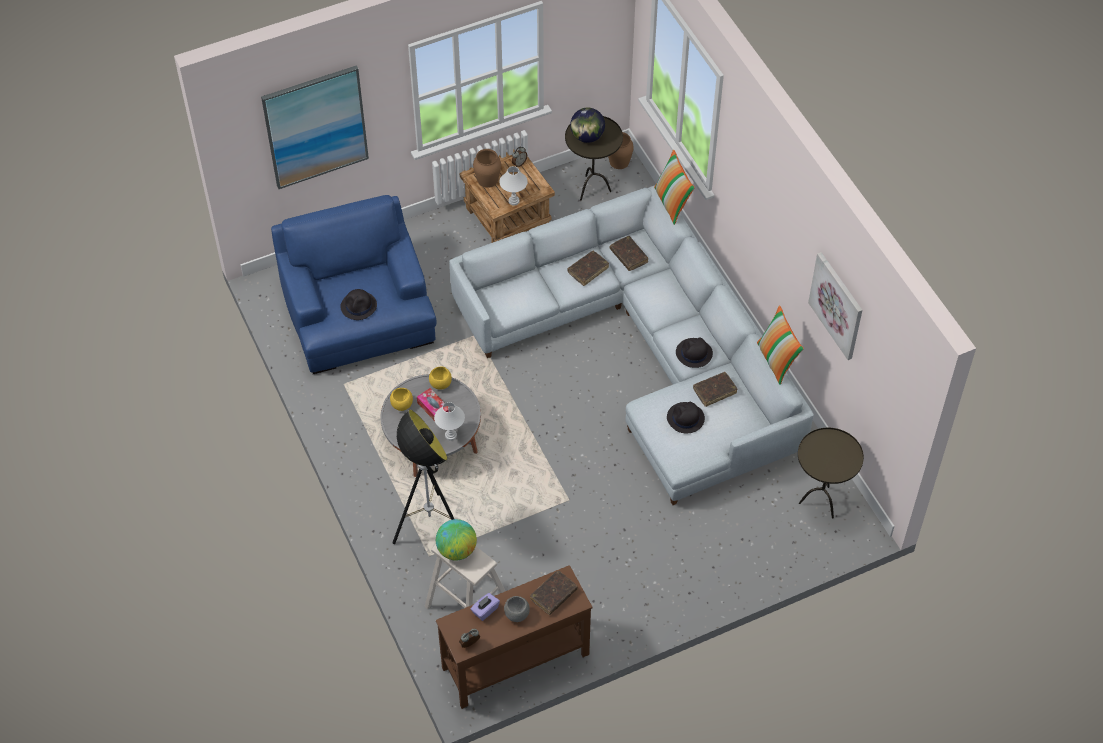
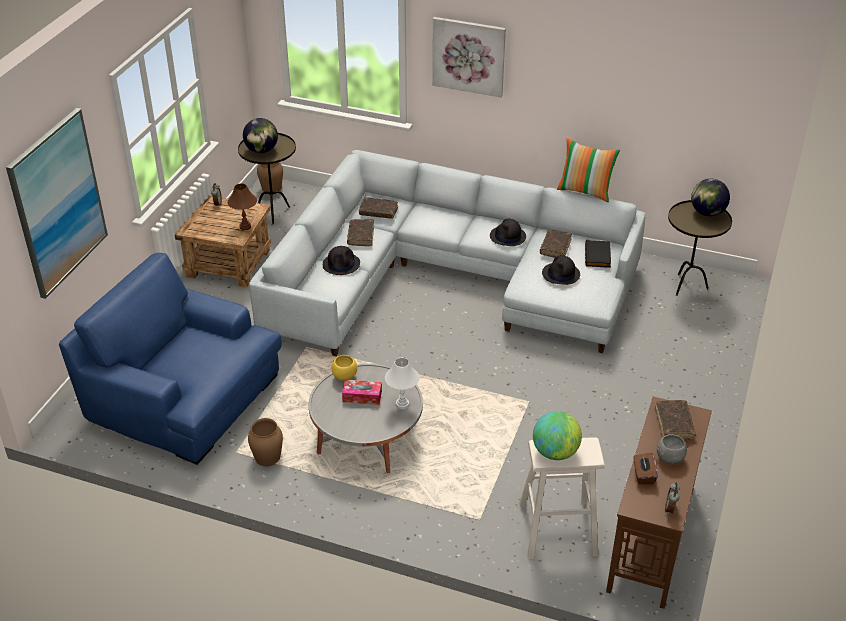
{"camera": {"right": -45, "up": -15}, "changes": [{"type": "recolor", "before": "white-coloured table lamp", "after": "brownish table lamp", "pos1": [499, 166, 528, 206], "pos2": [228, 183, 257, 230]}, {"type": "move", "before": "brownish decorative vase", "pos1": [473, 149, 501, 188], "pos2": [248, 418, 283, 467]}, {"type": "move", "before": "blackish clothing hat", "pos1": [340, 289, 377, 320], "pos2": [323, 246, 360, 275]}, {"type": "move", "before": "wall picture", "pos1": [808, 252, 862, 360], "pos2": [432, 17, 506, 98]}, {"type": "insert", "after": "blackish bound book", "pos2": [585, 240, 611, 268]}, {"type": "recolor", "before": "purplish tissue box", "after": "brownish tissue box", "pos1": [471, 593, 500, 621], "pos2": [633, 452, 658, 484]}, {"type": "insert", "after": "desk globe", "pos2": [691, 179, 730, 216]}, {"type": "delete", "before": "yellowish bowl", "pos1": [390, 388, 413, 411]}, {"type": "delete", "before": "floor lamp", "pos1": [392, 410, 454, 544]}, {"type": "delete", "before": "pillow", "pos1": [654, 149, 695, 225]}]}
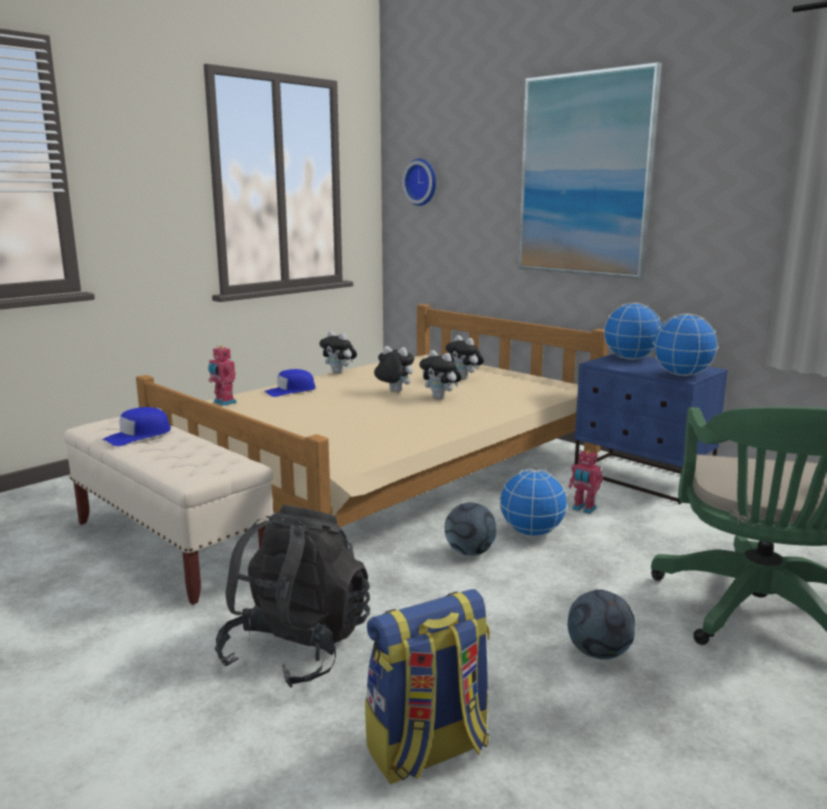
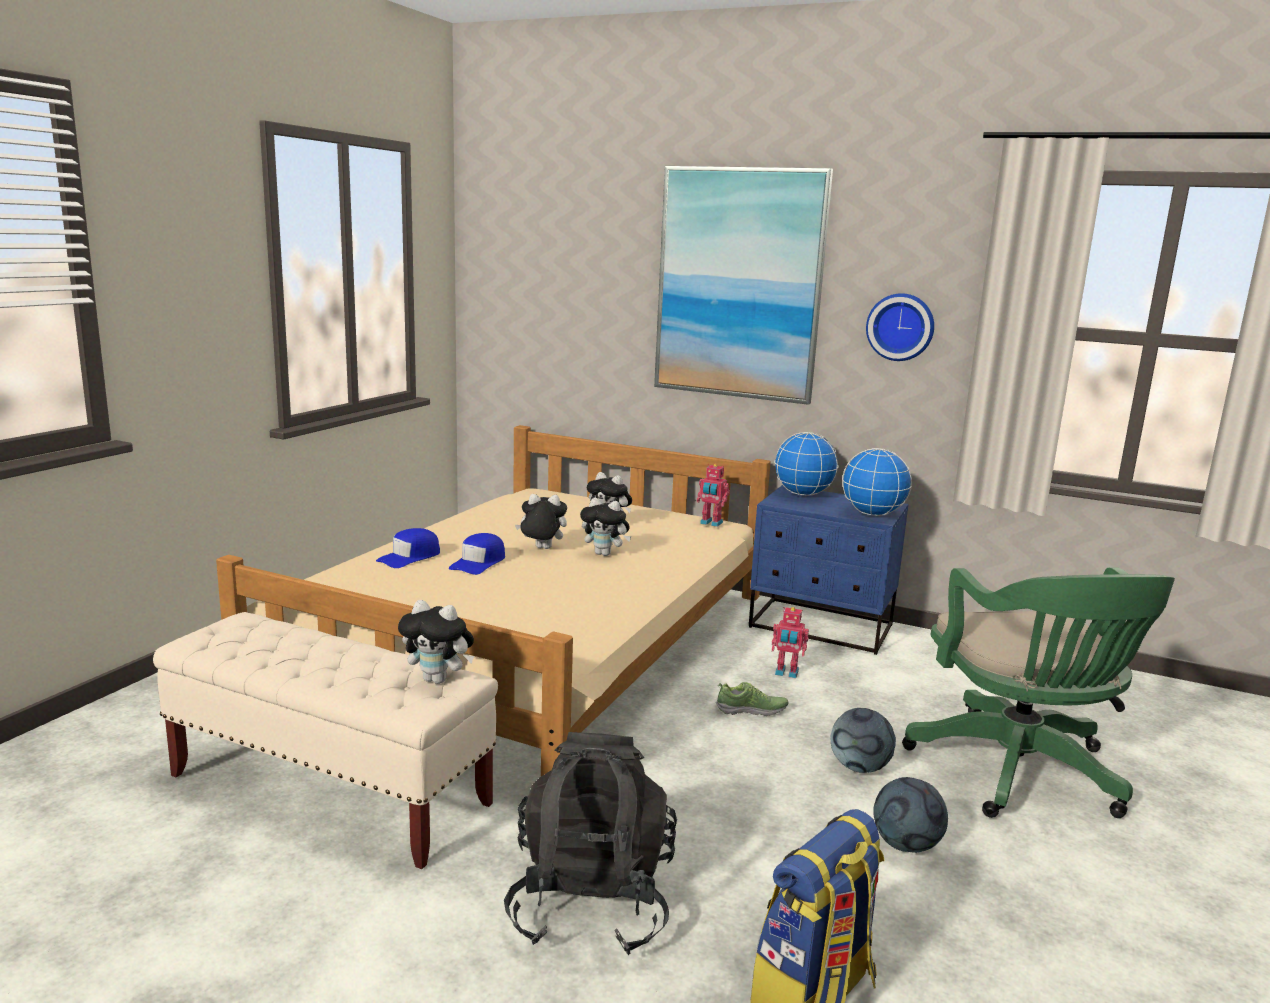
{"camera": {"right": -20, "up": 0}, "changes": [{"type": "move", "before": "plush toy", "pos1": [319, 331, 357, 374], "pos2": [398, 600, 474, 684]}, {"type": "move", "before": "bluish peaked cap", "pos1": [102, 407, 171, 446], "pos2": [449, 533, 505, 575]}, {"type": "move", "before": "model robot", "pos1": [208, 345, 237, 406], "pos2": [697, 464, 730, 527]}, {"type": "replace", "before": "desk globe", "after": "shoe", "pos1": [499, 468, 568, 537], "pos2": [716, 682, 788, 716]}, {"type": "move", "before": "ball for football", "pos1": [445, 502, 496, 556], "pos2": [830, 708, 896, 773]}, {"type": "move", "before": "hanging clock", "pos1": [402, 159, 436, 206], "pos2": [866, 293, 934, 361]}]}
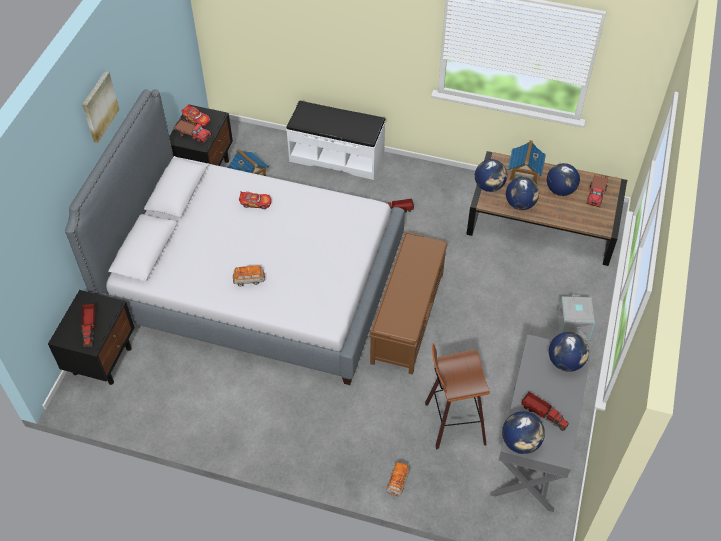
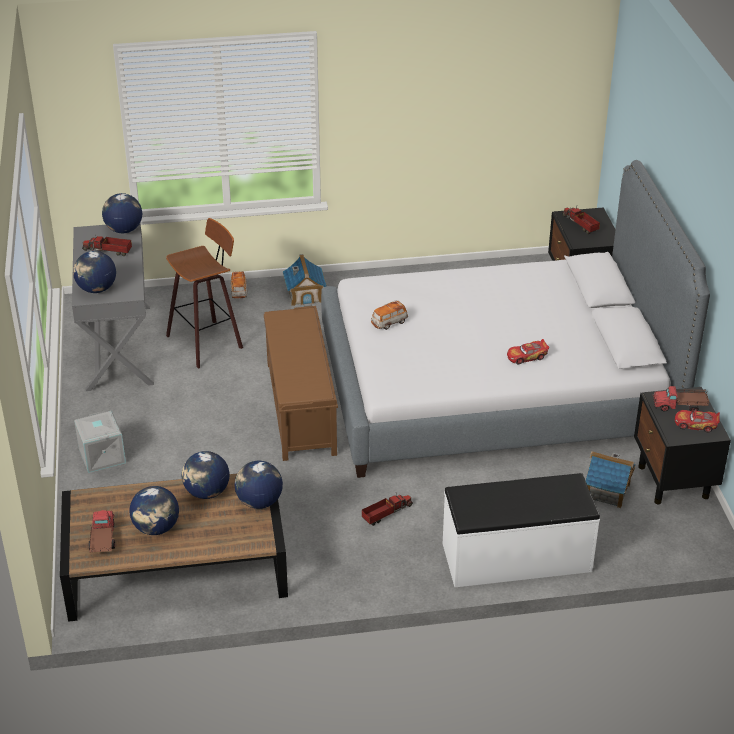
{"camera": {"right": 155, "up": -15}, "changes": [{"type": "move", "before": "toy house", "pos1": [508, 140, 546, 185], "pos2": [283, 254, 327, 307]}, {"type": "move", "before": "toy car", "pos1": [233, 265, 265, 286], "pos2": [371, 300, 408, 330]}, {"type": "delete", "before": "wall picture", "pos1": [82, 71, 119, 143]}]}
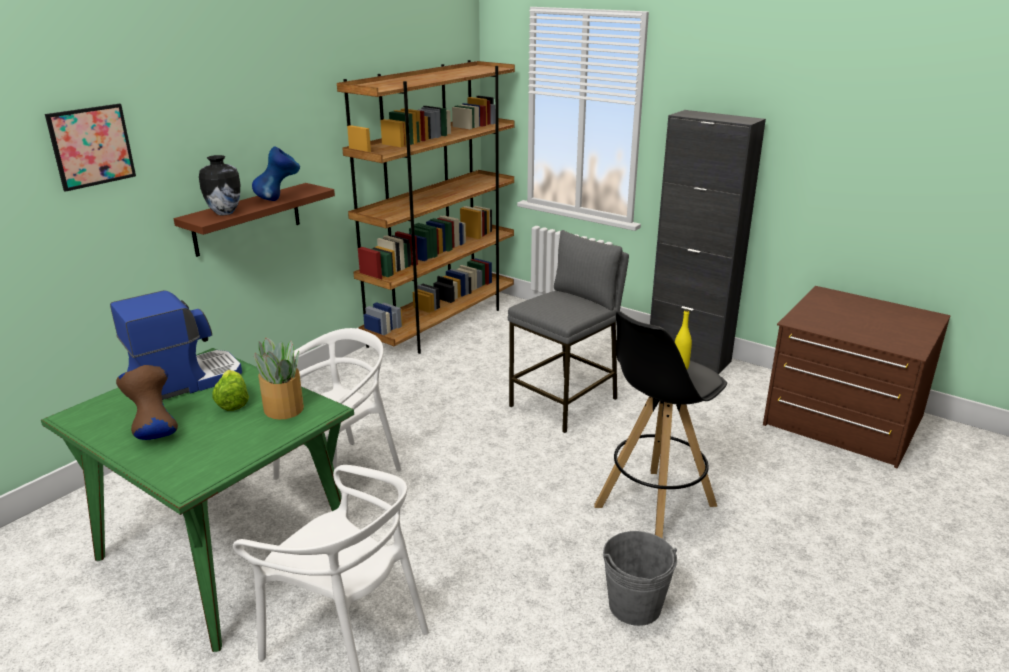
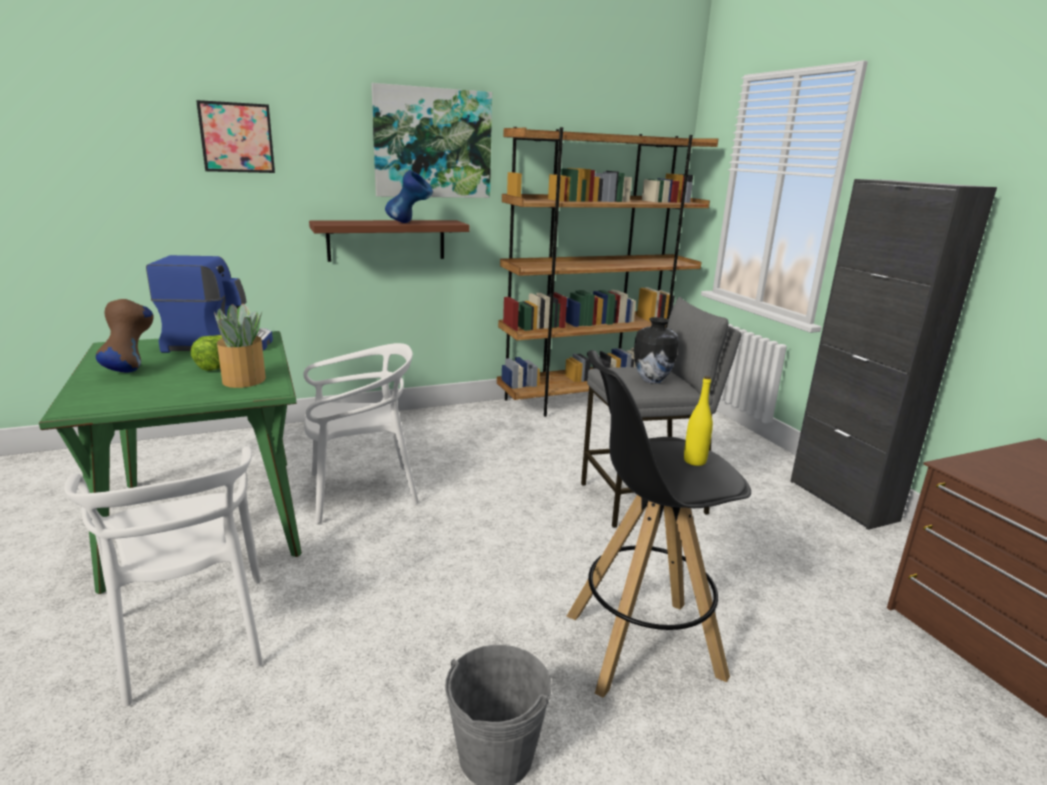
{"camera": {"right": 30, "up": -5}, "changes": [{"type": "insert", "after": "wall picture", "pos2": [371, 83, 492, 198]}, {"type": "move", "before": "decorative vase", "pos1": [199, 155, 240, 215], "pos2": [634, 317, 678, 384]}]}
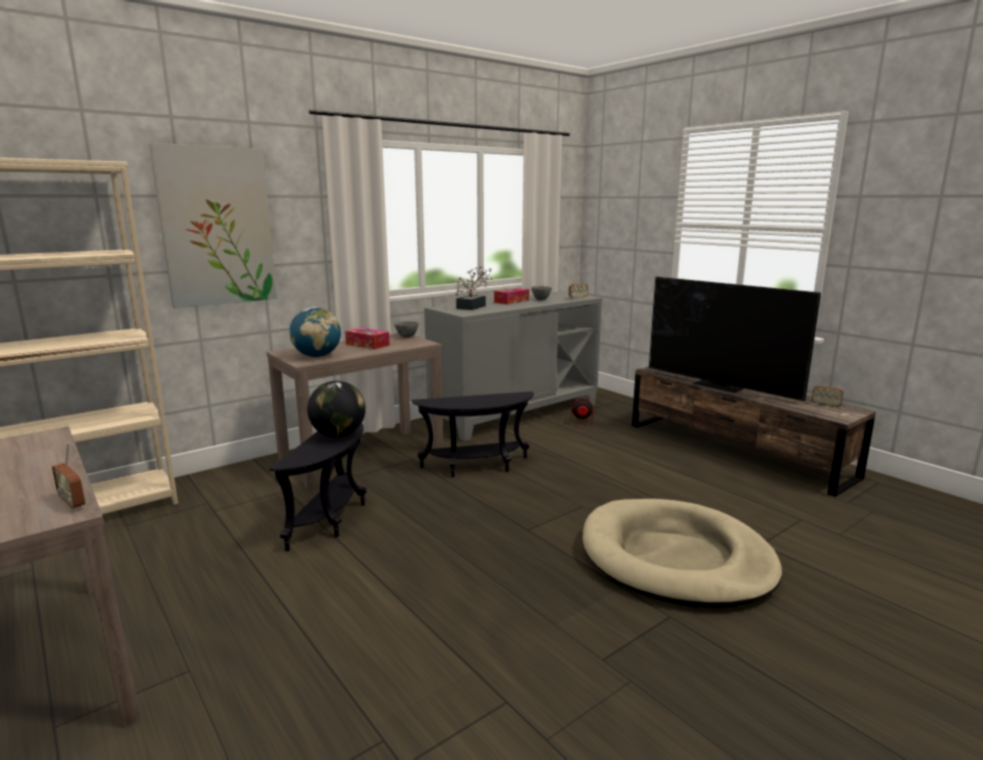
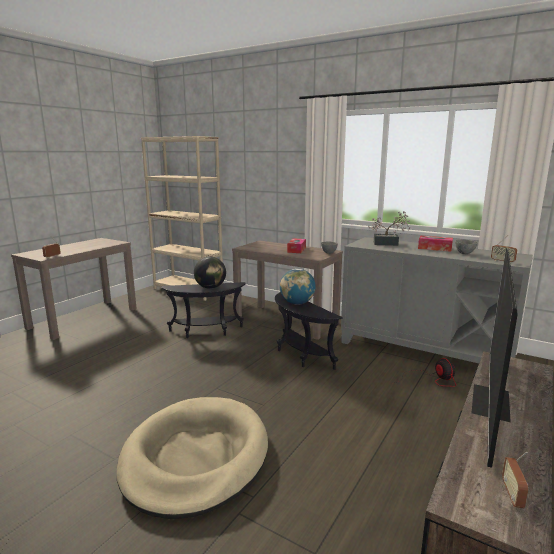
{"camera": {"right": 70, "up": 0}, "changes": [{"type": "move", "before": "desk globe", "pos1": [289, 307, 341, 357], "pos2": [280, 269, 316, 305]}, {"type": "delete", "before": "wall picture", "pos1": [149, 143, 277, 309]}]}
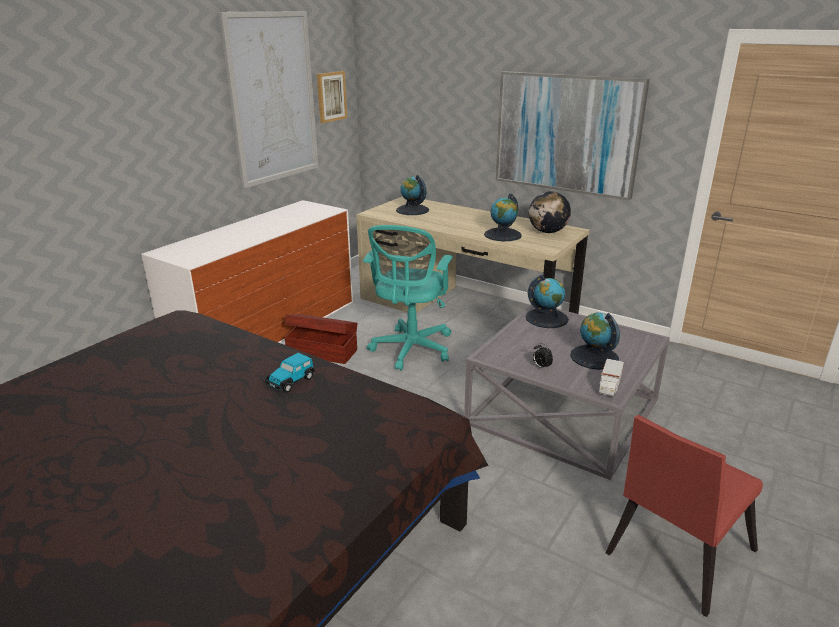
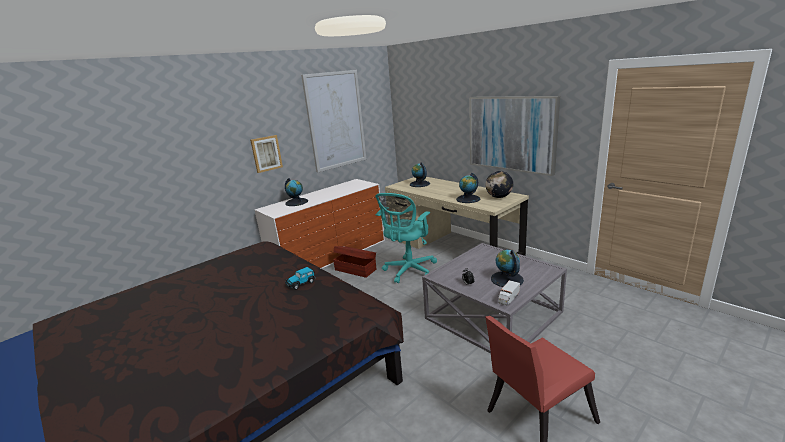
{"camera": {"right": 15, "up": -5}, "changes": [{"type": "move", "before": "wall picture", "pos1": [317, 71, 347, 123], "pos2": [250, 135, 283, 173]}, {"type": "move", "before": "desk globe", "pos1": [526, 275, 569, 328], "pos2": [285, 178, 308, 206]}]}
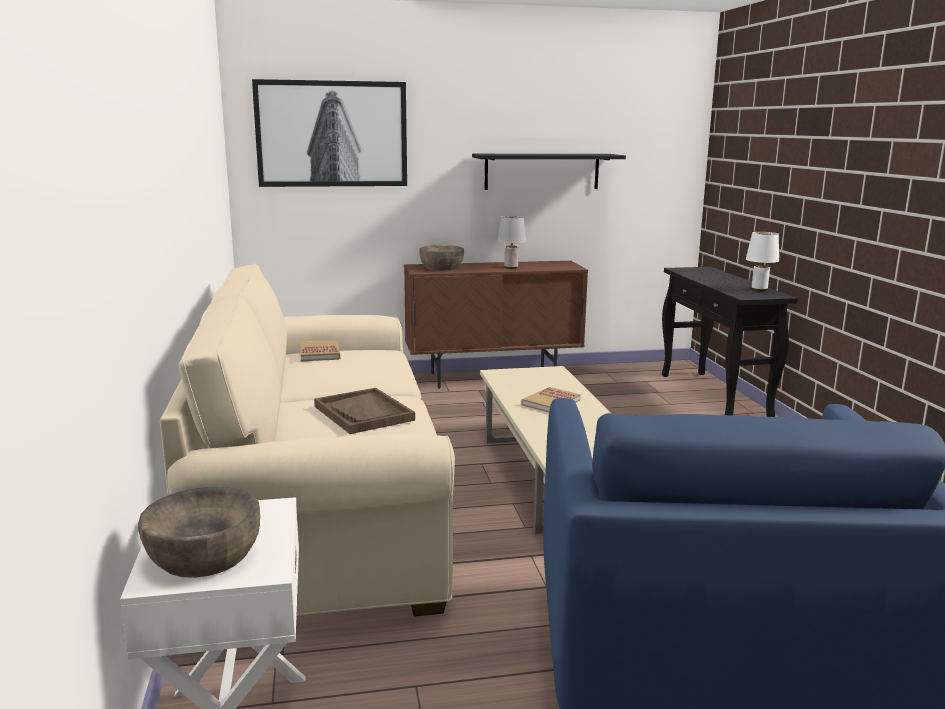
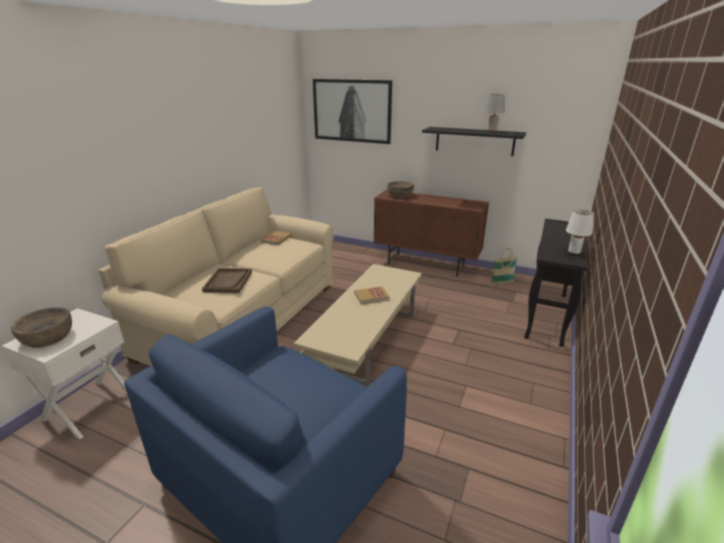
{"camera": {"right": 35, "up": 10}, "changes": [{"type": "move", "before": "gray table lamp", "pos1": [497, 216, 526, 269], "pos2": [485, 94, 505, 132]}, {"type": "insert", "after": "household basket", "pos2": [491, 248, 517, 284]}]}
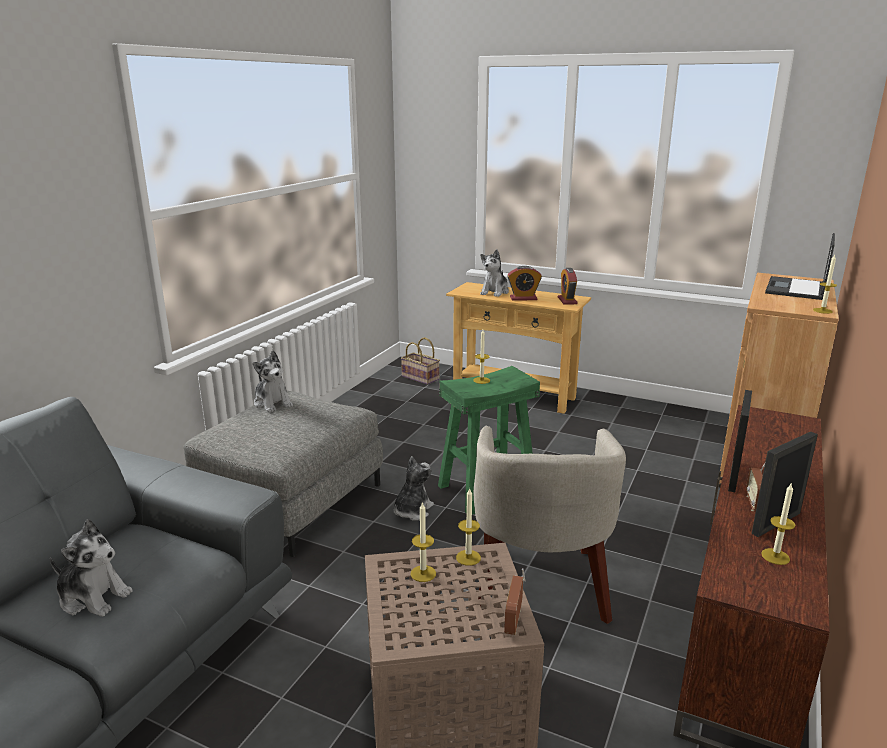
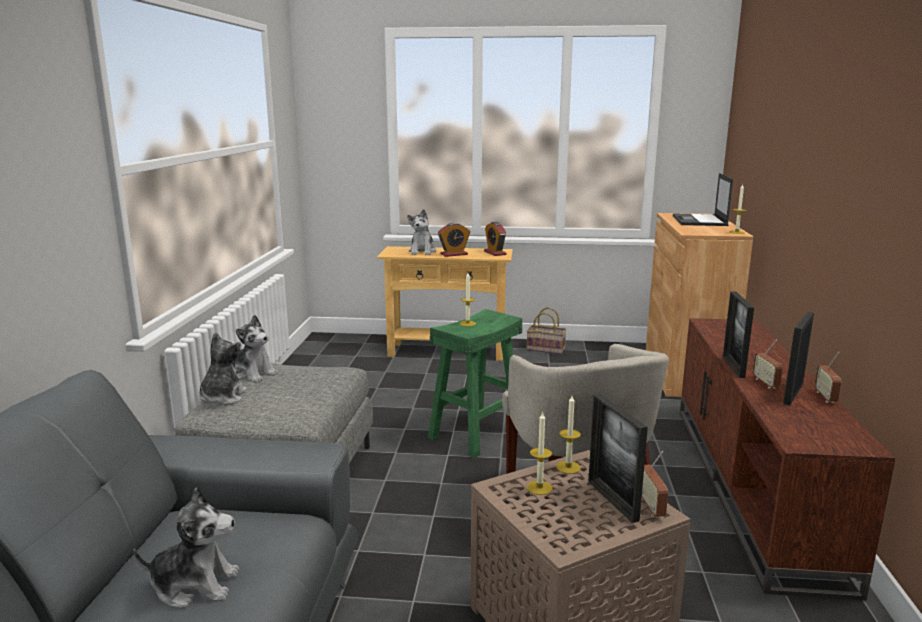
{"camera": {"right": -20, "up": -5}, "changes": [{"type": "move", "before": "plush toy", "pos1": [394, 456, 434, 521], "pos2": [199, 332, 247, 406]}, {"type": "move", "before": "household basket", "pos1": [401, 337, 440, 385], "pos2": [527, 307, 567, 354]}, {"type": "insert", "after": "photo frame", "pos2": [588, 394, 648, 523]}, {"type": "insert", "after": "radio", "pos2": [815, 352, 841, 403]}, {"type": "delete", "before": "wax candle", "pos1": [761, 482, 795, 565]}]}
